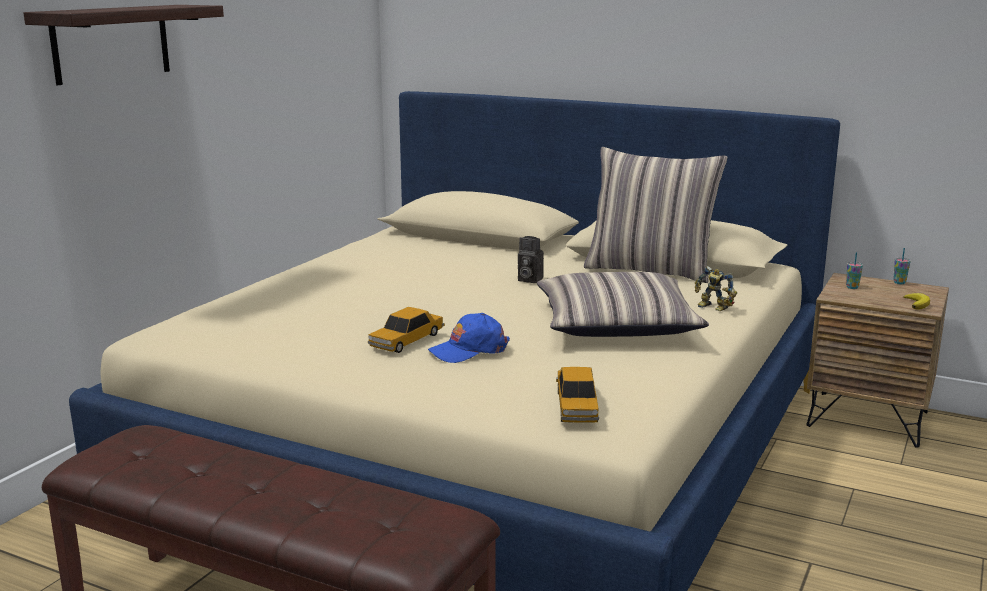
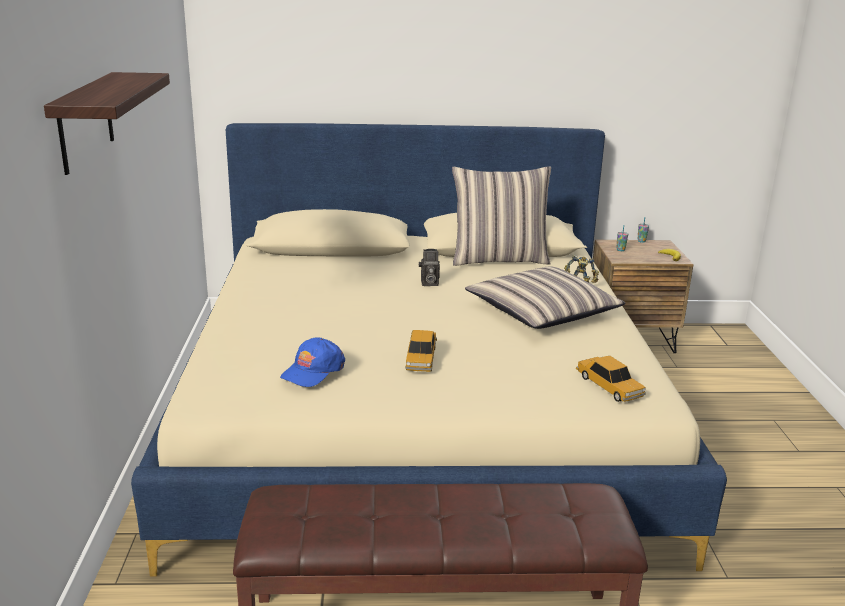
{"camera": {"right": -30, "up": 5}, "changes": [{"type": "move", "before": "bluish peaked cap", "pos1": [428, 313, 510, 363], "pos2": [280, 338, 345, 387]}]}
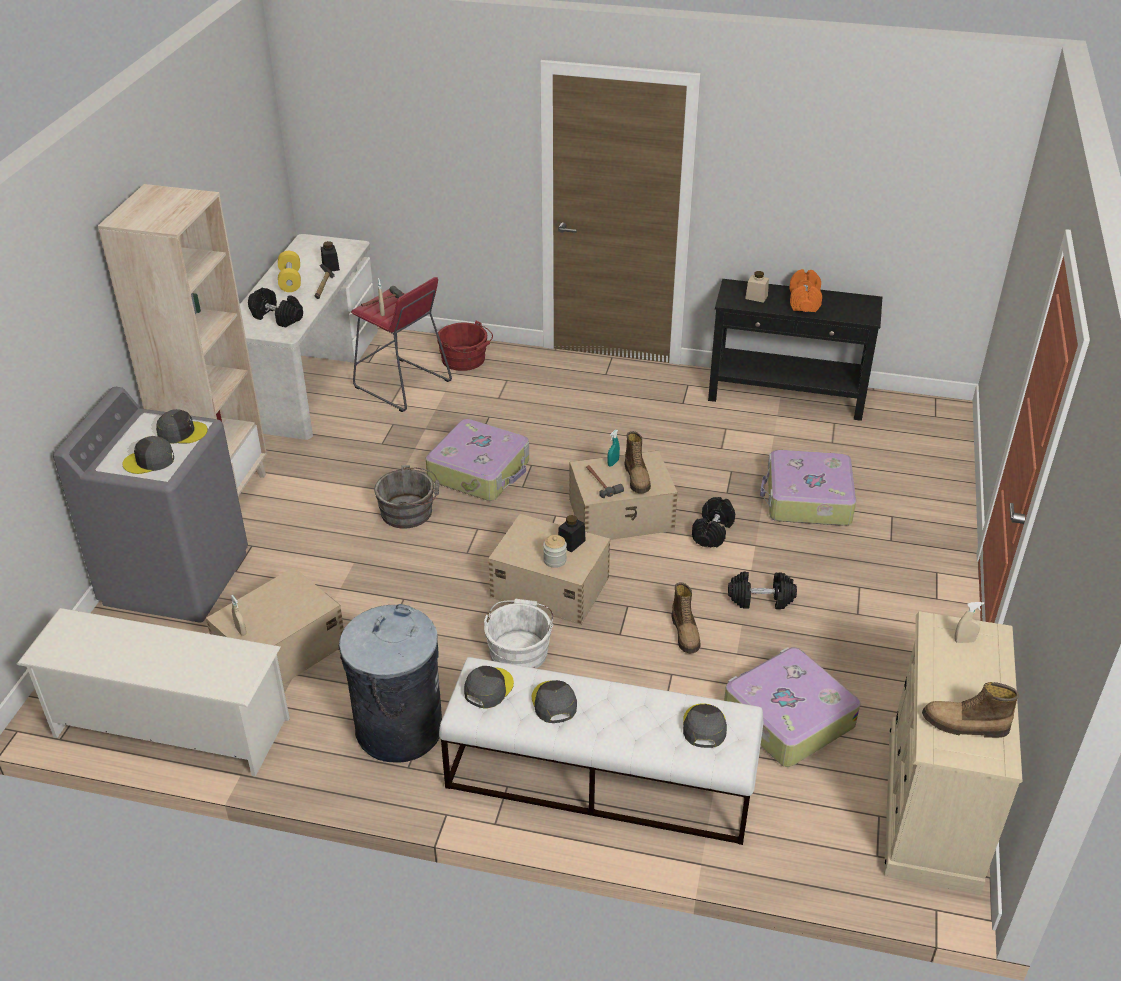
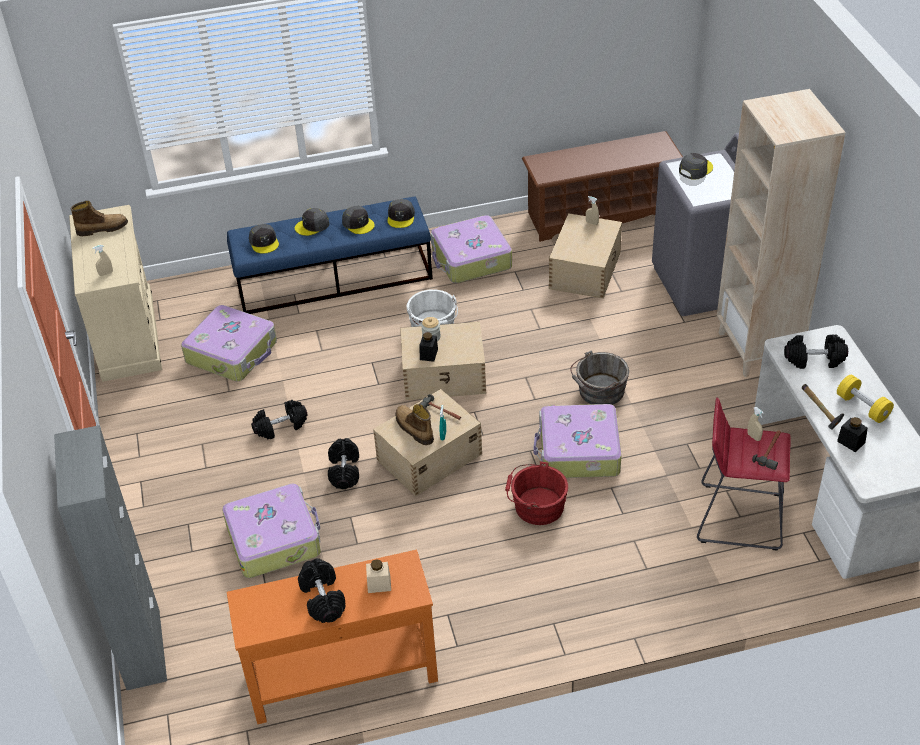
{"camera": {"right": 155, "up": 5}, "changes": [{"type": "insert", "after": "gray storage cabinet", "pos2": [54, 425, 167, 690]}, {"type": "recolor", "before": "white-coloured bench", "after": "bluish bench", "pos1": [439, 657, 764, 845], "pos2": [227, 197, 433, 314]}, {"type": "recolor", "before": "blackish console table", "after": "orangey console table", "pos1": [708, 279, 882, 421], "pos2": [227, 550, 438, 724]}, {"type": "move", "before": "gray peaked cap", "pos1": [156, 409, 208, 443], "pos2": [295, 208, 329, 236]}, {"type": "recolor", "before": "orangey dumbbell", "after": "blackish dumbbell", "pos1": [789, 269, 822, 312], "pos2": [298, 558, 345, 623]}, {"type": "replace", "before": "gray trash can", "after": "suitcase", "pos1": [339, 604, 442, 763], "pos2": [430, 215, 512, 283]}, {"type": "move", "before": "reddish water bucket", "pos1": [437, 321, 493, 371], "pos2": [505, 461, 568, 525]}, {"type": "recolor", "before": "white-coloured shoe shelf", "after": "brownish shoe shelf", "pos1": [16, 608, 290, 777], "pos2": [522, 131, 683, 242]}, {"type": "delete", "before": "boot", "pos1": [671, 582, 701, 653]}]}
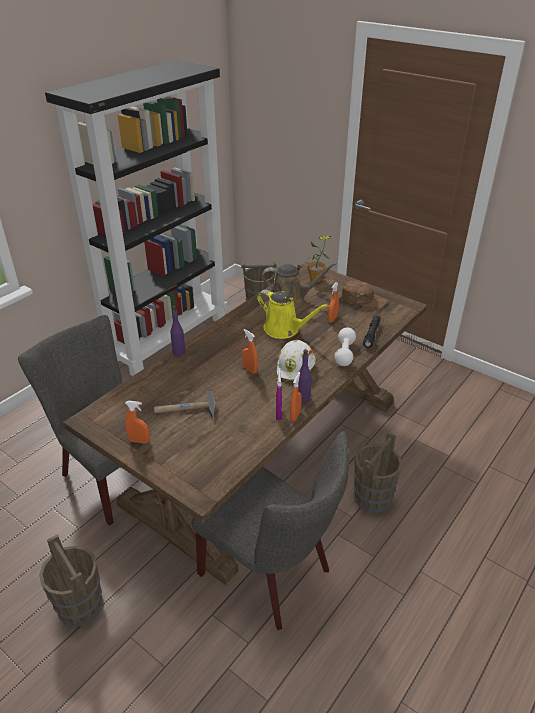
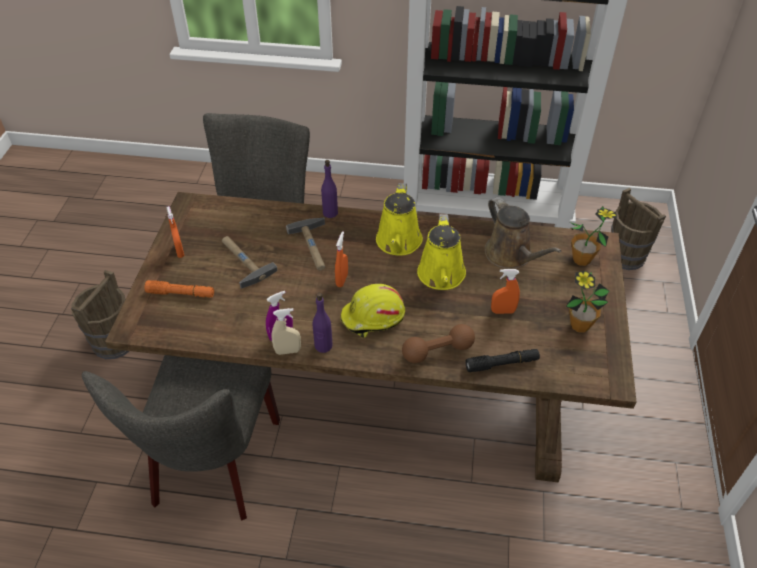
{"camera": {"right": 60, "up": 10}, "changes": [{"type": "insert", "after": "orangey flashlight", "pos2": [144, 280, 214, 298]}, {"type": "recolor", "before": "orangey hand sprayer", "after": "beige-coloured hand sprayer", "pos1": [290, 372, 302, 421], "pos2": [272, 308, 301, 355]}, {"type": "insert", "after": "tool hammer", "pos2": [286, 218, 325, 270]}, {"type": "recolor", "before": "white-coloured safety helmet", "after": "yellowish safety helmet", "pos1": [277, 340, 316, 381], "pos2": [341, 284, 405, 338]}, {"type": "insert", "after": "yellowish sprinkling can", "pos2": [376, 183, 423, 256]}, {"type": "recolor", "before": "white-coloured dumbbell", "after": "brownish dumbbell", "pos1": [334, 327, 356, 366], "pos2": [402, 324, 475, 363]}, {"type": "replace", "before": "brownish peaked cap", "after": "houseplant", "pos1": [342, 280, 386, 309], "pos2": [566, 270, 609, 333]}, {"type": "delete", "before": "brownish water bucket", "pos1": [354, 432, 402, 513]}]}
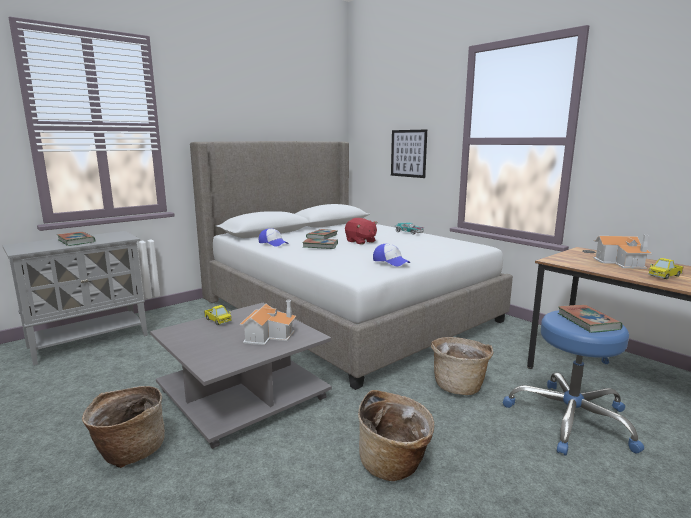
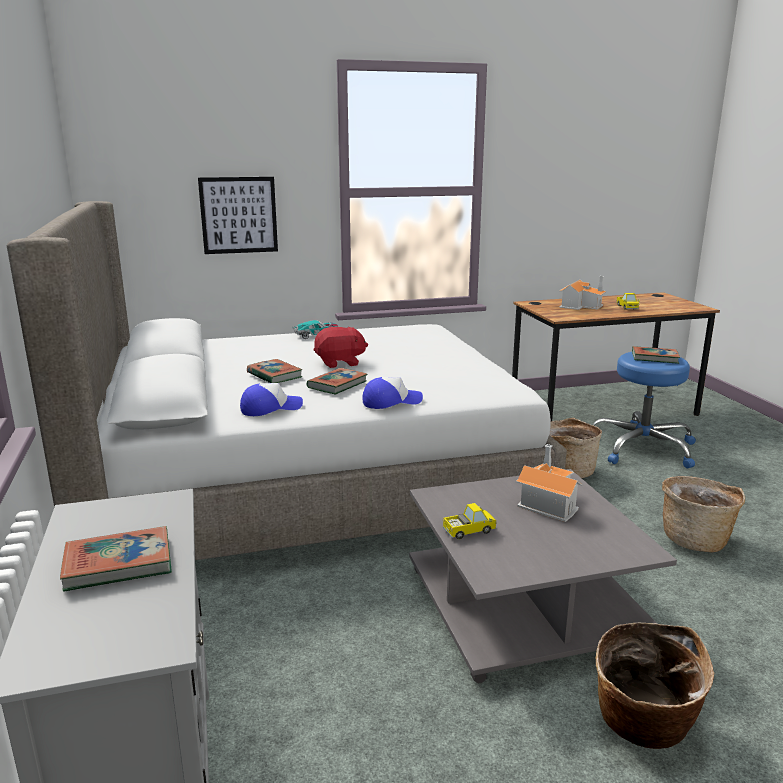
{"camera": {"right": -65, "up": 5}, "changes": [{"type": "move", "before": "peaked cap", "pos1": [373, 244, 410, 266], "pos2": [362, 377, 423, 409]}]}
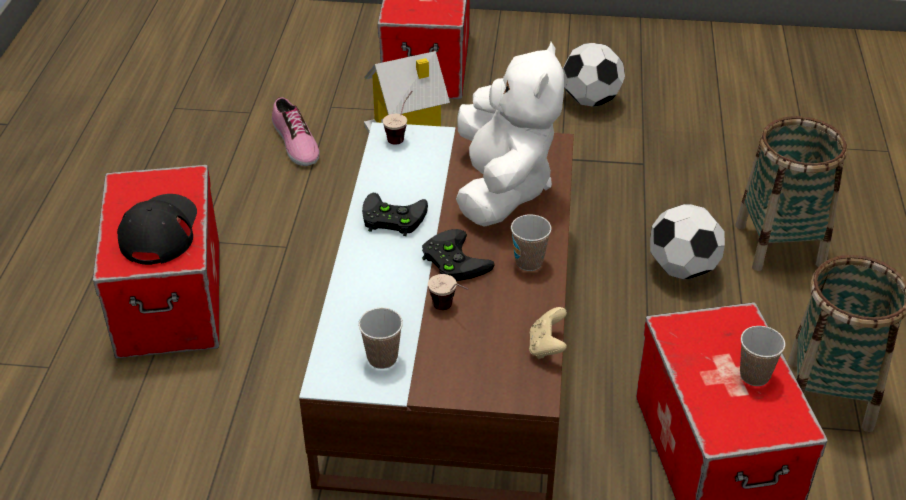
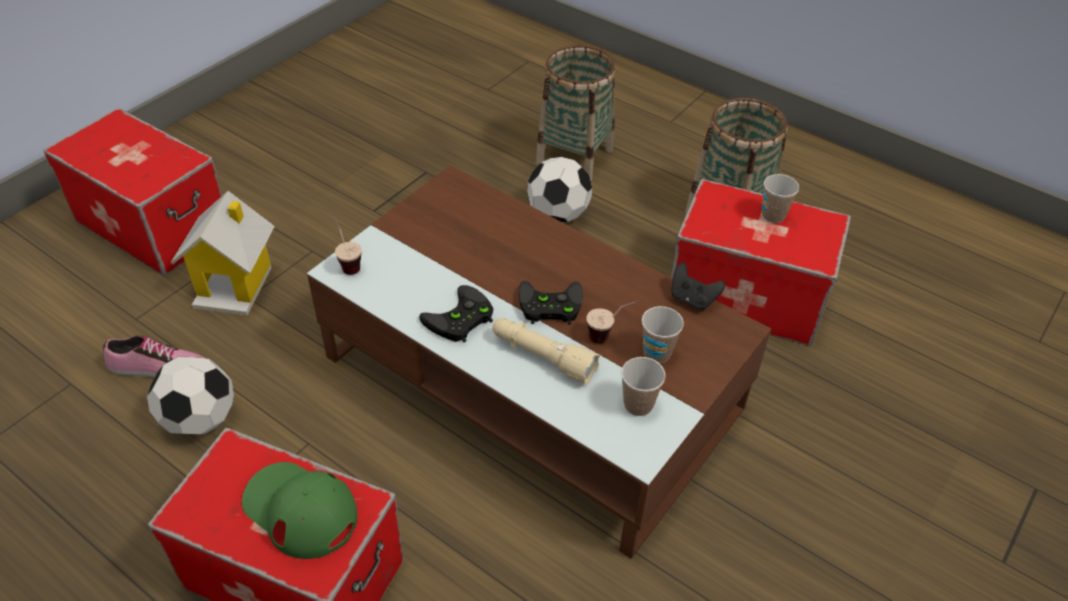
{"camera": {"right": -60, "up": 5}, "changes": [{"type": "move", "before": "ball for football", "pos1": [563, 43, 625, 107], "pos2": [147, 357, 234, 435]}, {"type": "recolor", "before": "blackish peaked cap", "after": "green peaked cap", "pos1": [117, 194, 197, 265], "pos2": [242, 462, 357, 559]}, {"type": "insert", "after": "beige-coloured flashlight", "pos2": [492, 318, 600, 384]}, {"type": "move", "before": "drinking cup", "pos1": [511, 214, 552, 271], "pos2": [642, 306, 684, 363]}, {"type": "recolor", "before": "beige-coloured gamepad", "after": "blackish gamepad", "pos1": [529, 307, 567, 359], "pos2": [671, 263, 725, 310]}, {"type": "delete", "before": "white-coloured plush toy", "pos1": [456, 42, 564, 227]}]}
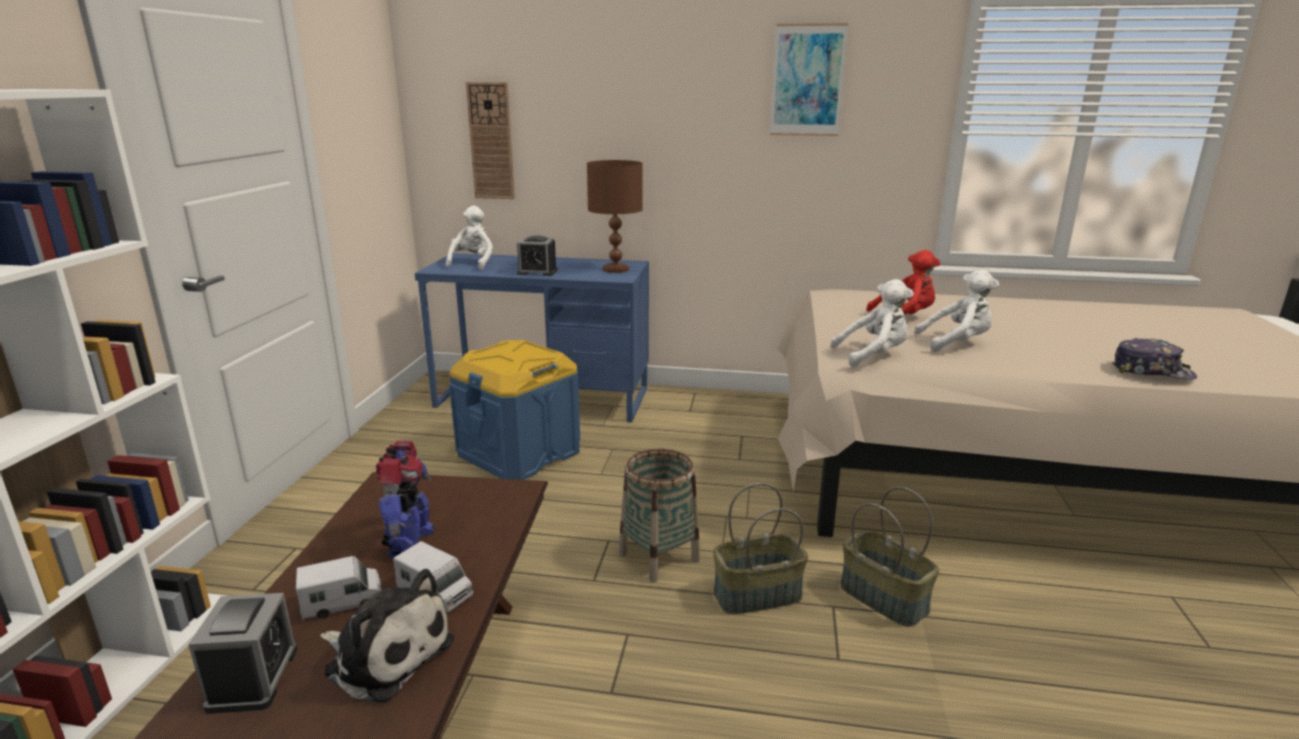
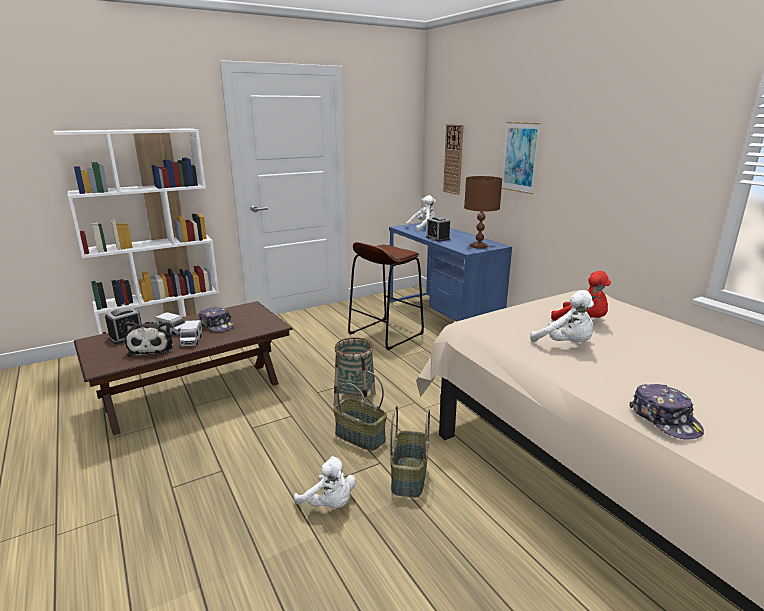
{"camera": {"right": 50, "up": 0}, "changes": [{"type": "replace", "before": "model robot", "after": "peaked cap", "pos1": [376, 441, 435, 558], "pos2": [199, 306, 235, 332]}, {"type": "move", "before": "white-coloured plush toy", "pos1": [830, 279, 914, 367], "pos2": [294, 456, 356, 508]}, {"type": "replace", "before": "bluish storage bin", "after": "brownish stool", "pos1": [449, 340, 580, 480], "pos2": [348, 242, 424, 350]}, {"type": "move", "before": "wall picture", "pos1": [770, 23, 848, 136], "pos2": [502, 122, 541, 194]}]}
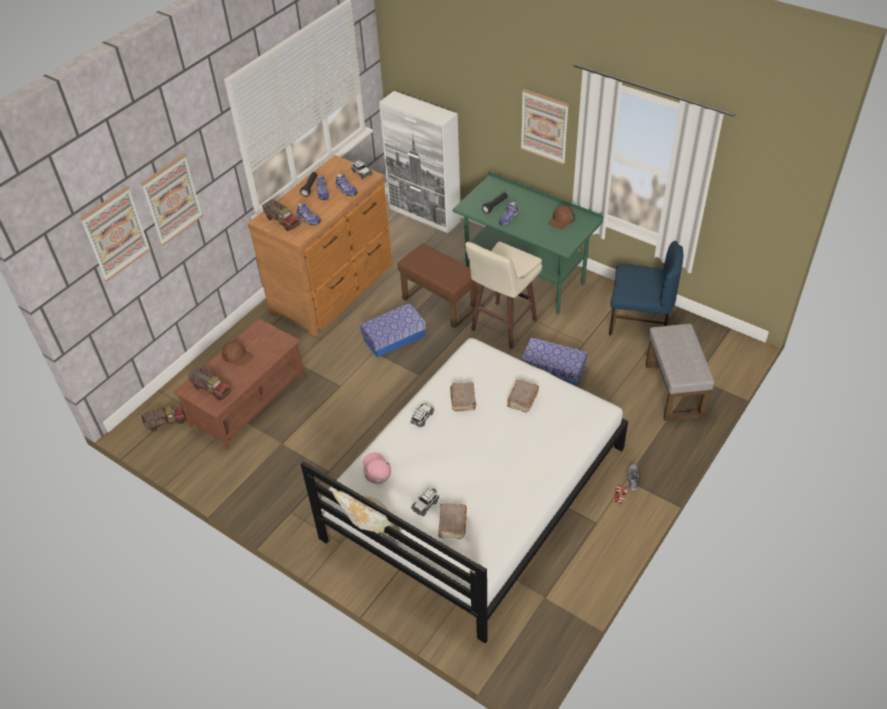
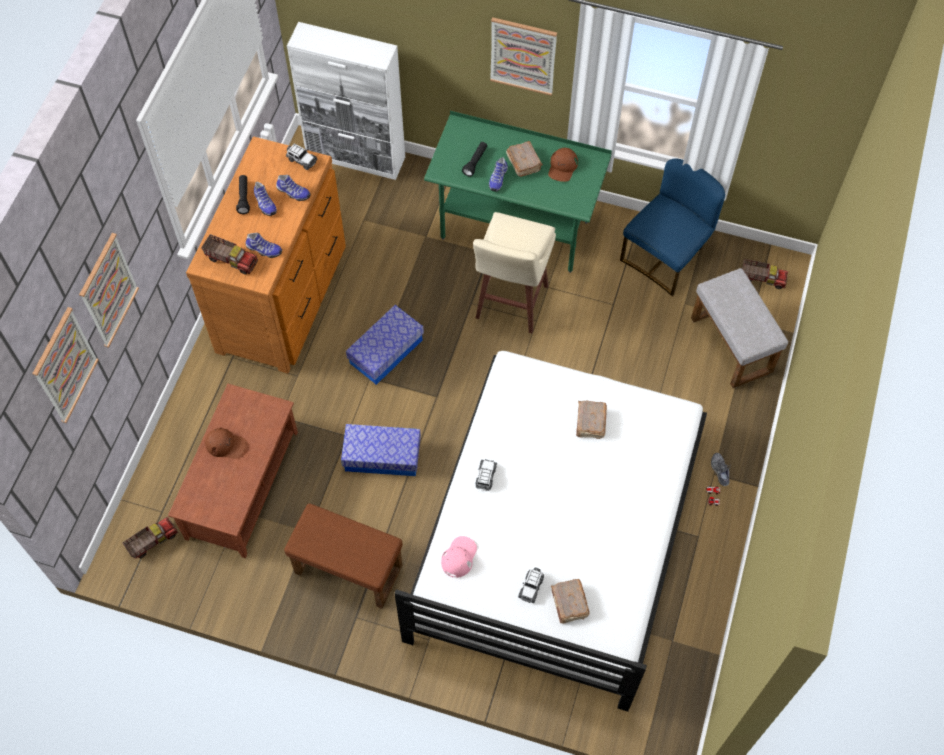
{"camera": {"right": -20, "up": 15}, "changes": [{"type": "move", "before": "brownish pouffe", "pos1": [397, 244, 477, 329], "pos2": [284, 503, 403, 609]}, {"type": "move", "before": "storage bin", "pos1": [520, 338, 588, 387], "pos2": [341, 424, 421, 476]}, {"type": "rotate", "before": "pink-coloured peaked cap", "pos1": [362, 452, 391, 484], "pos2": [441, 536, 477, 578], "turn": 60}, {"type": "move", "before": "brownish bound book", "pos1": [450, 382, 477, 411], "pos2": [506, 141, 543, 177]}, {"type": "rotate", "before": "bluish chair", "pos1": [609, 241, 683, 336], "pos2": [620, 159, 725, 296], "turn": -45}, {"type": "move", "before": "toy truck", "pos1": [188, 367, 232, 401], "pos2": [742, 259, 788, 289]}, {"type": "delete", "before": "pillow", "pos1": [331, 490, 402, 534]}]}
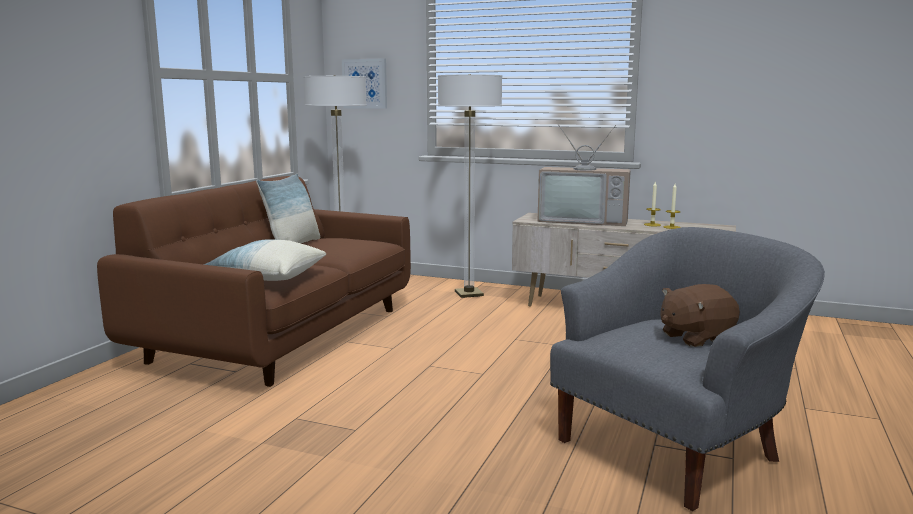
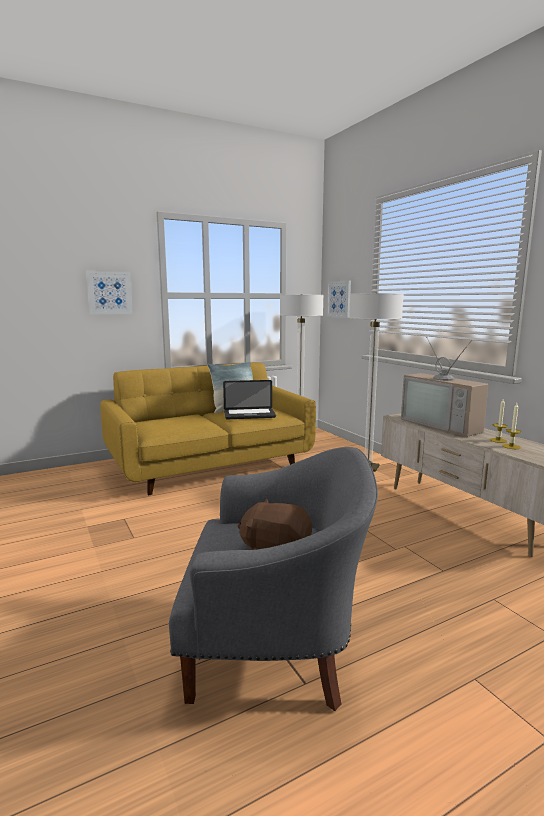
{"camera": {"right": 40, "up": 0}, "changes": [{"type": "insert", "after": "wall picture", "pos2": [86, 271, 133, 315]}, {"type": "recolor", "before": "brownish couch", "after": "yellowish couch", "pos1": [97, 176, 411, 387], "pos2": [100, 362, 316, 495]}, {"type": "insert", "after": "laptop", "pos2": [223, 380, 276, 419]}, {"type": "delete", "before": "pillow", "pos1": [203, 239, 326, 281]}]}
